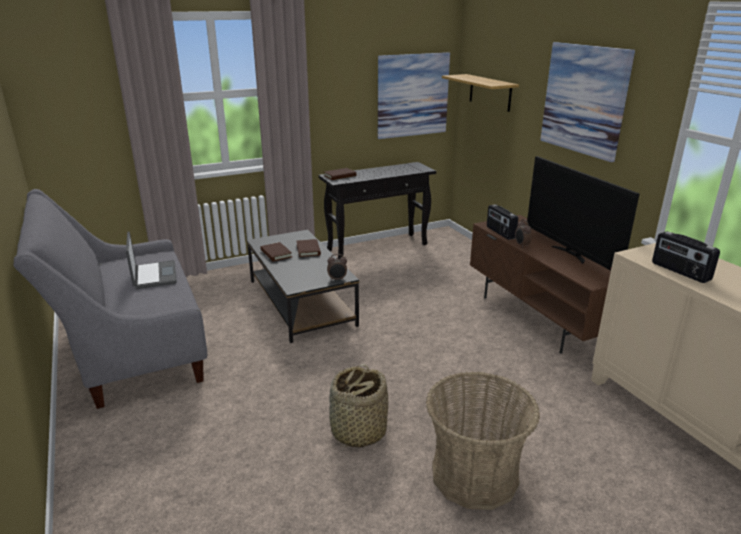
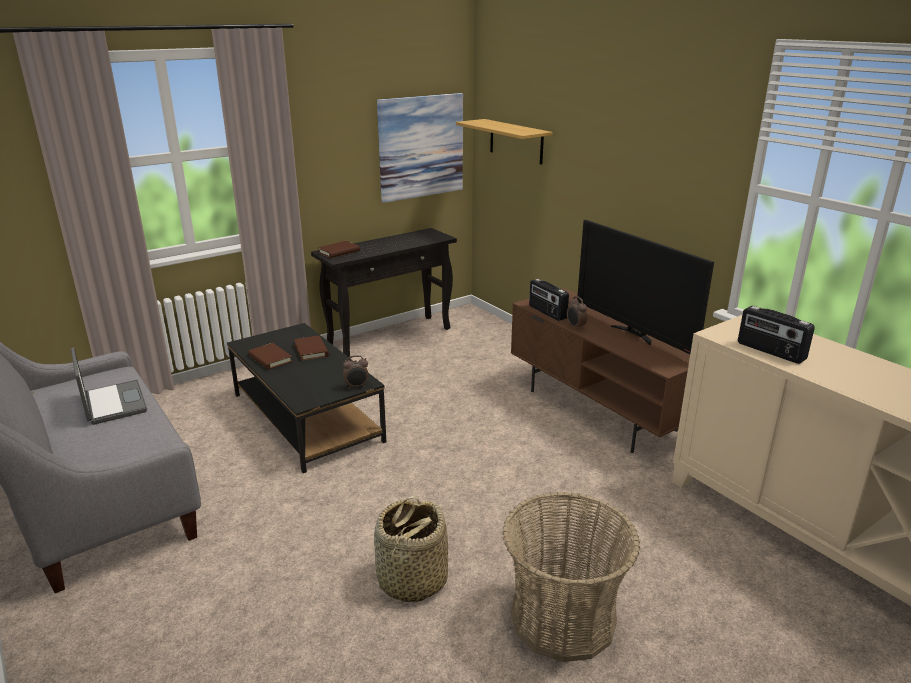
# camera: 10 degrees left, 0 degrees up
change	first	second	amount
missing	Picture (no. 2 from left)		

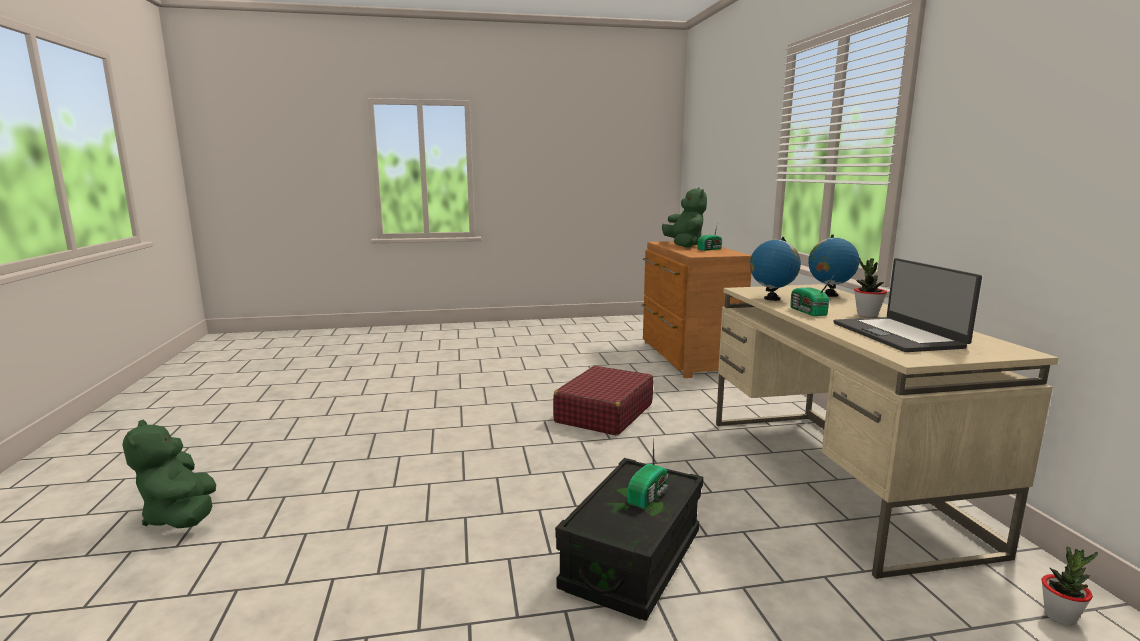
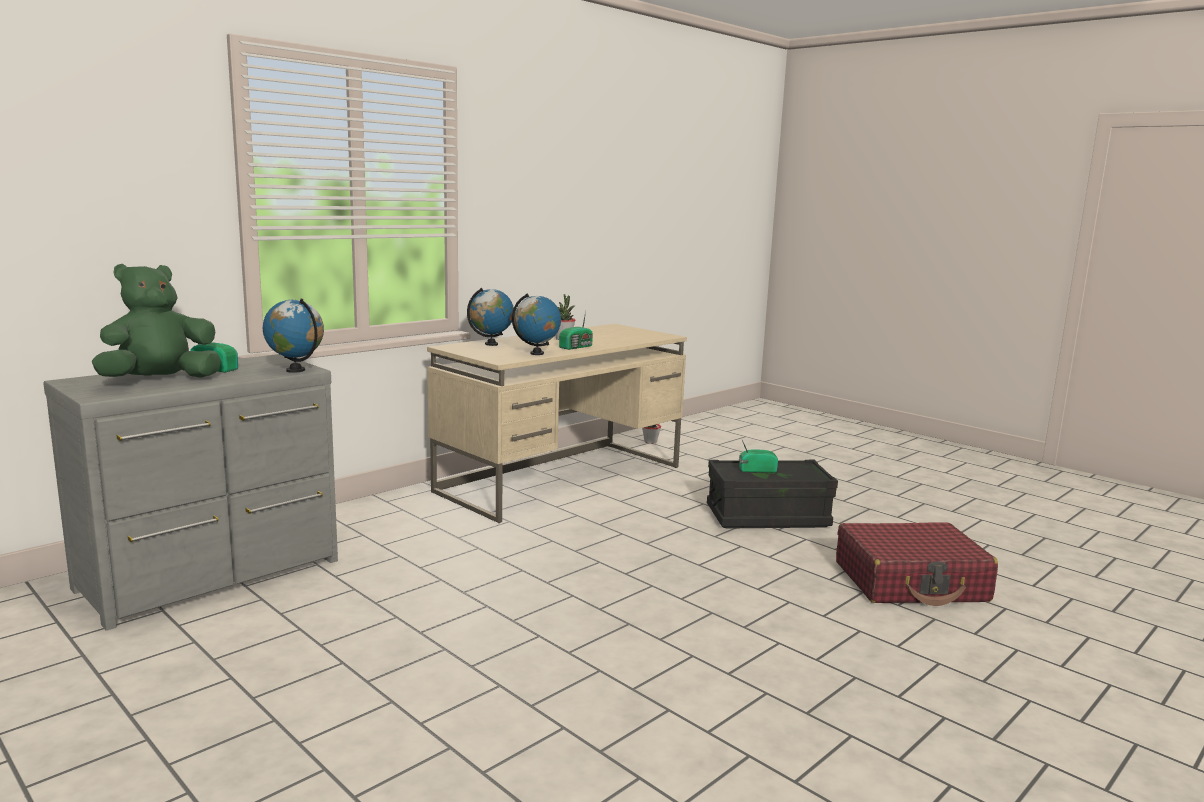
# camera: 125 degrees left, 0 degrees up
change	first	second	amount
missing	GreenPlushToy (no. 1 from left)		
missing	Laptop		
appeared		Globe (no. 1 from left)	
relocated	RedSuitcase		
colour	BrownDresser	GreyDresser	

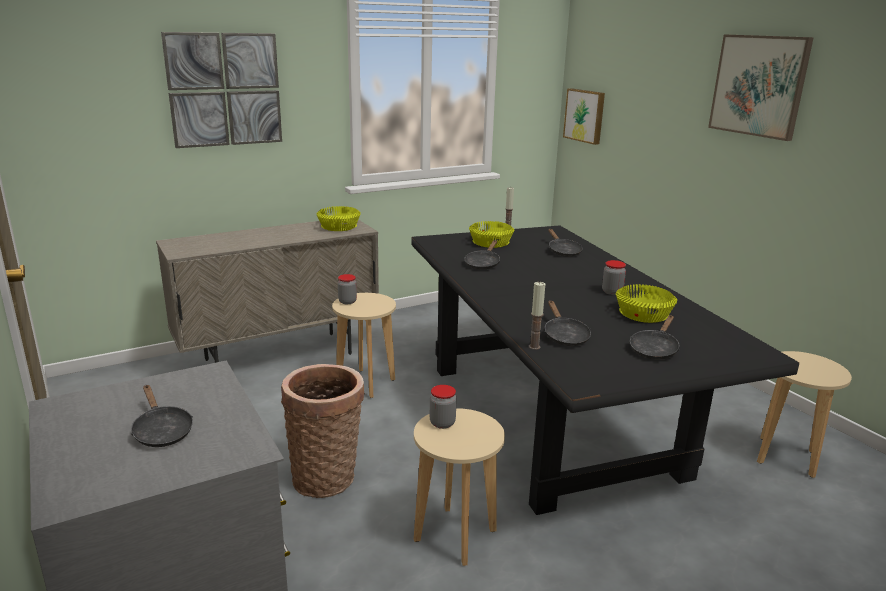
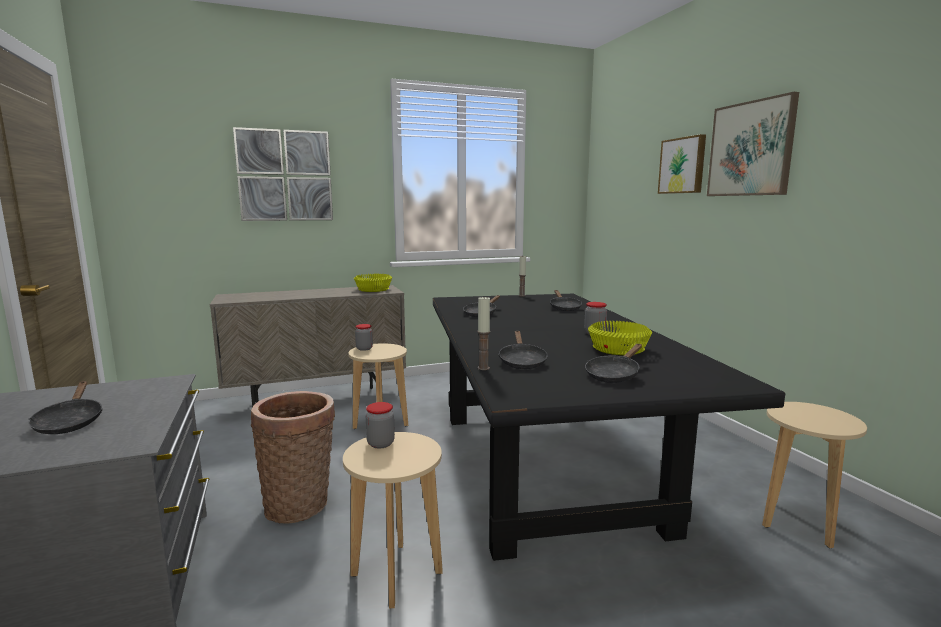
# camera: 10 degrees right, 10 degrees down
change	first	second	amount
missing	YellowBowl (no. 2 from left)		
relocated	Picture (no. 2 from left)		

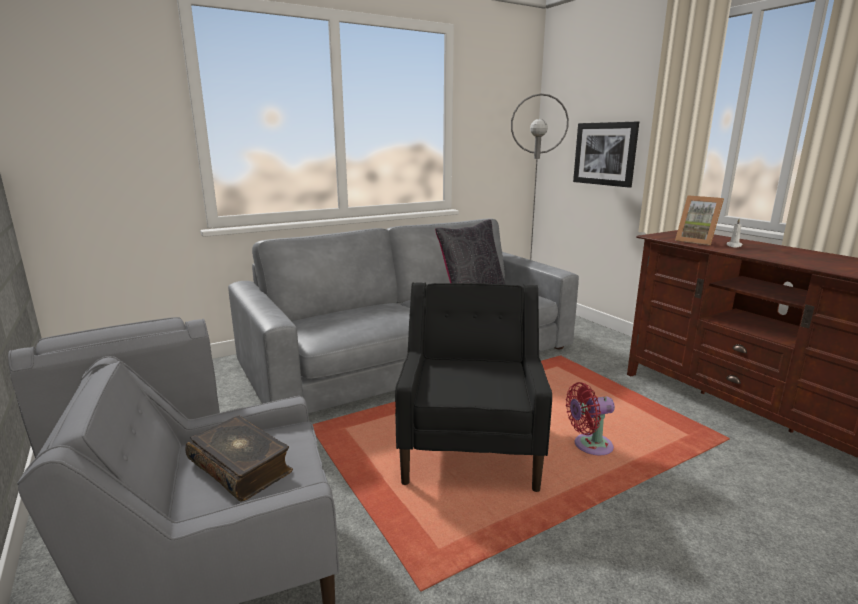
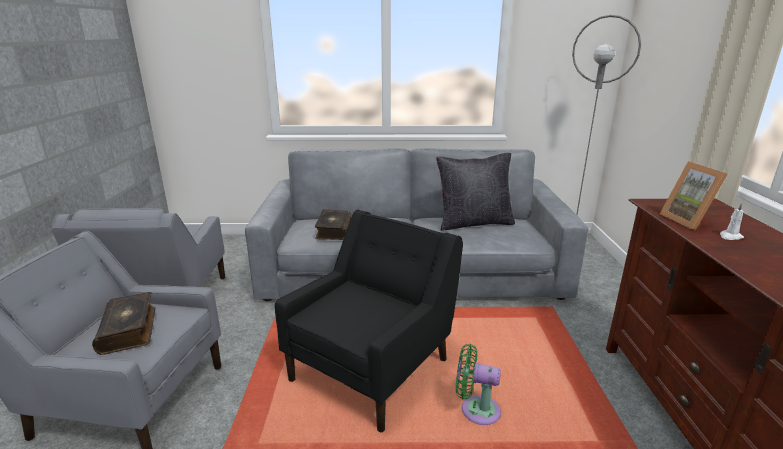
# camera: 30 degrees right, 5 degrees up
change	first	second	amount
missing	Picture		
appeared		Book (no. 2 from left)	
colour	RedFan	GreenFan	

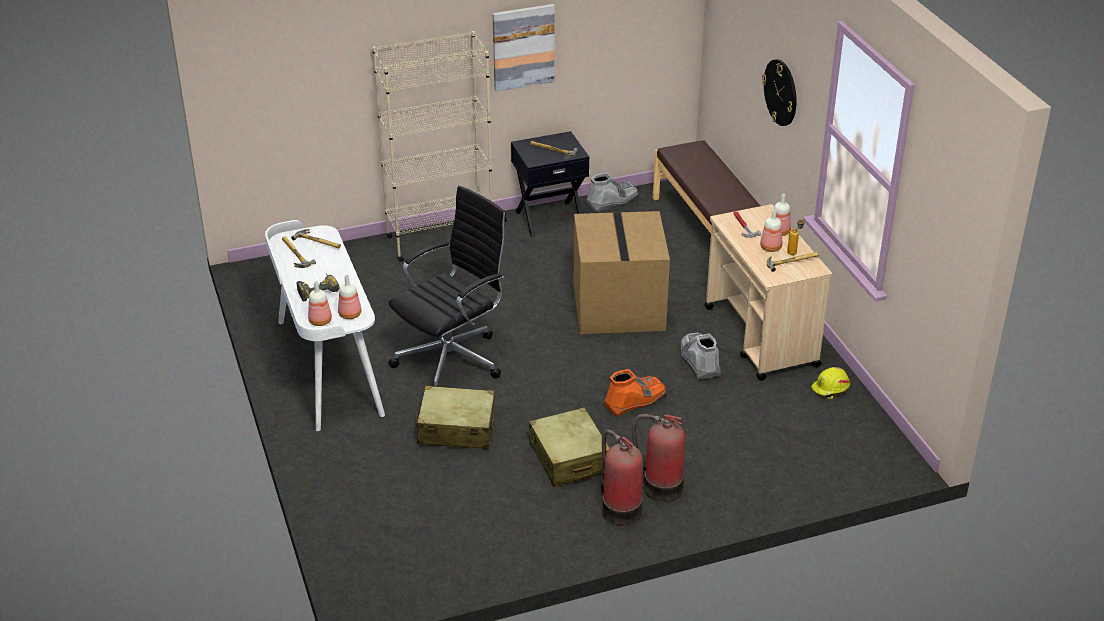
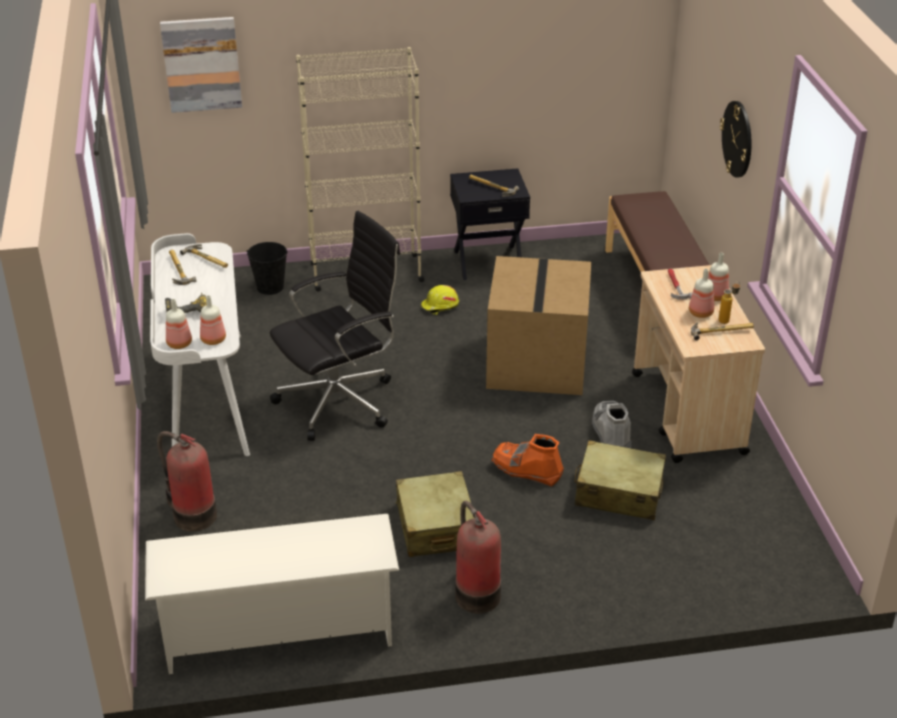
# camera: 10 degrees right, 0 degrees up
change	first	second	amount
missing	GreyBoot (no. 1 from left)		
appeared		WhiteShoeRack	
appeared		BlackBucket	
relocated	BeigeSuitcase (no. 1 from left in the first image)	BeigeSuitcase (no. 2 from left)	
relocated	Picture		
relocated	FireExtinguisher (no. 2 from left in the first image)	FireExtinguisher (no. 1 from left)	
relocated	YellowHardHat		
spun	OrangeBoot		135 degrees counterclockwise

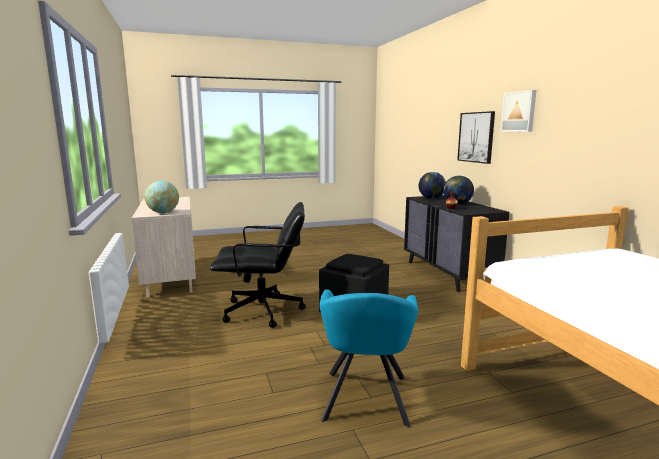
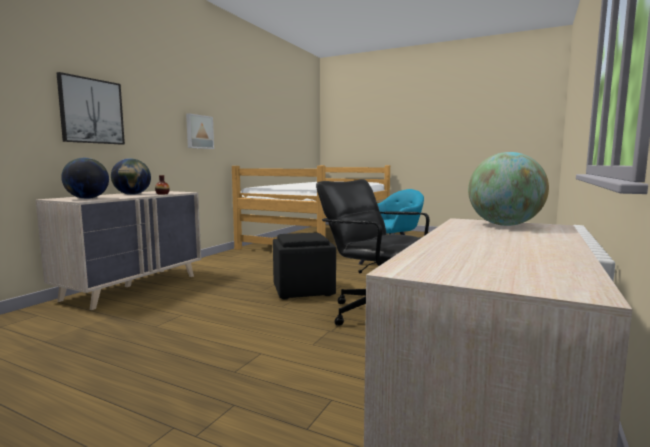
# camera: 135 degrees left, 5 degrees down
change	first	second	amount
relocated	Picture (no. 2 from left)		
colour	BlackDresser	BeigeDresser (no. 1 from left)	

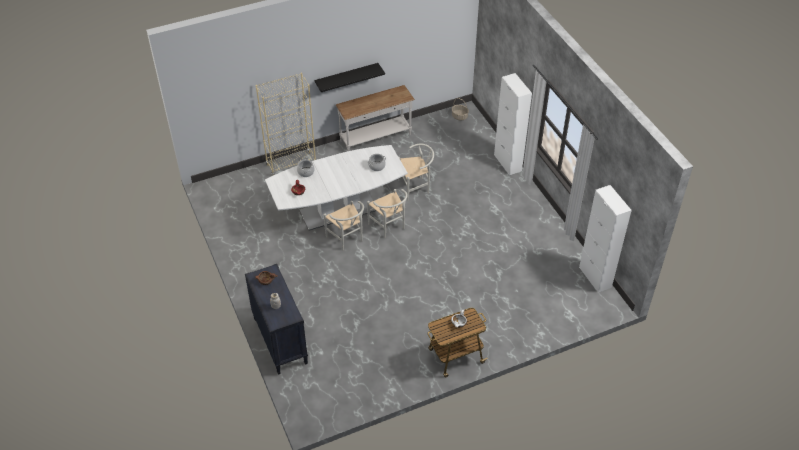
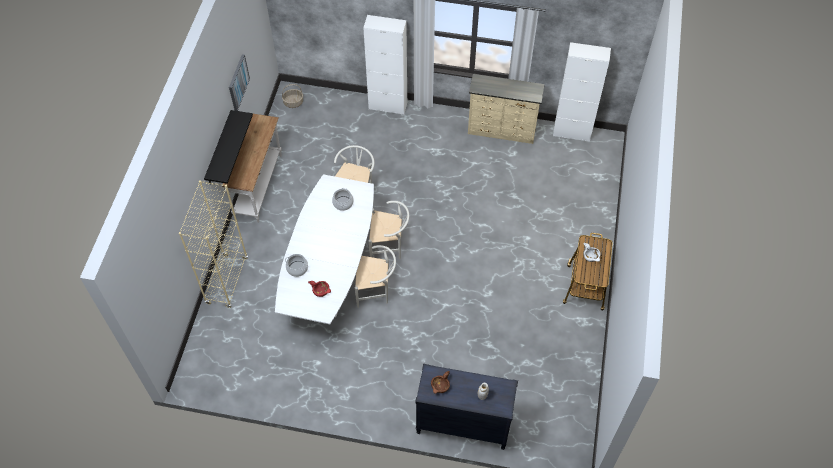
# camera: 55 degrees left, 10 degrees up
change	first	second	amount
appeared		Picture	
appeared		BeigeDresser	

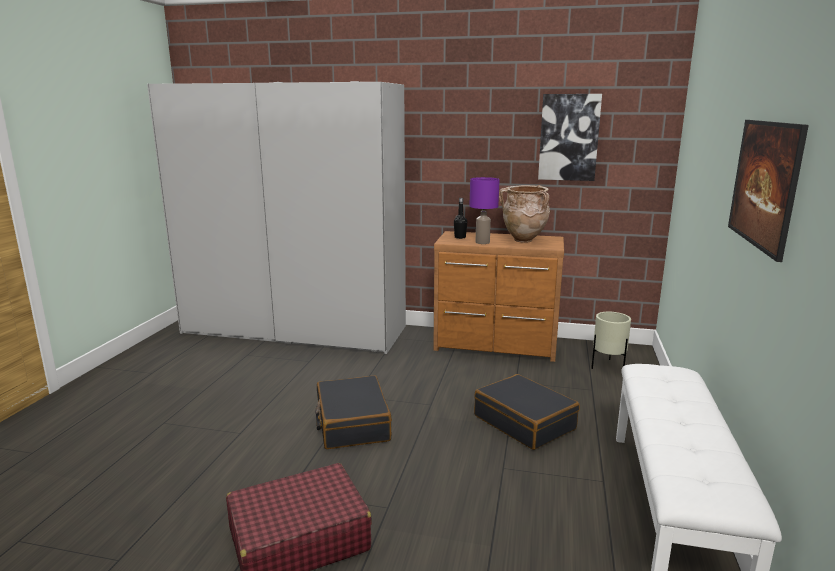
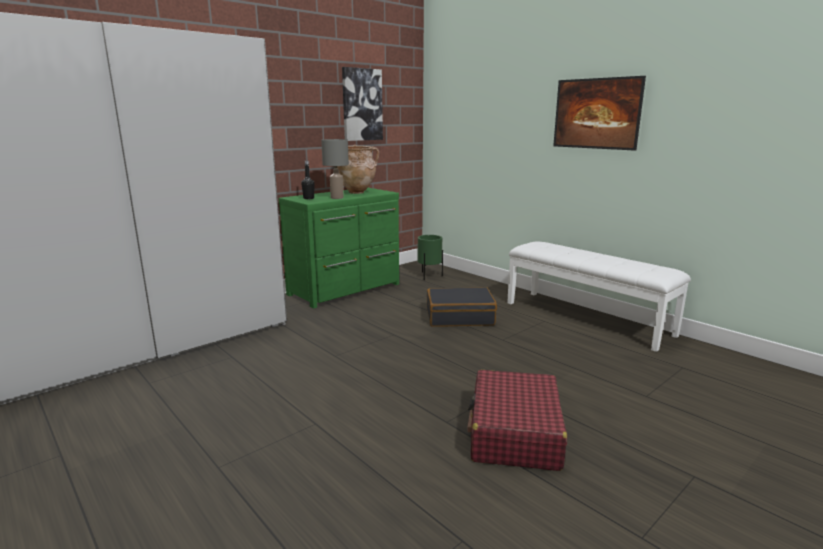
# camera: 55 degrees left, 0 degrees up
change	first	second	amount
missing	BlackSuitcase (no. 1 from left)		
colour	BrownDresser	GreenDresser	
colour	PurpleTableLamp	GreyTableLamp	
colour	BeigePlanter	GreenPlanter	

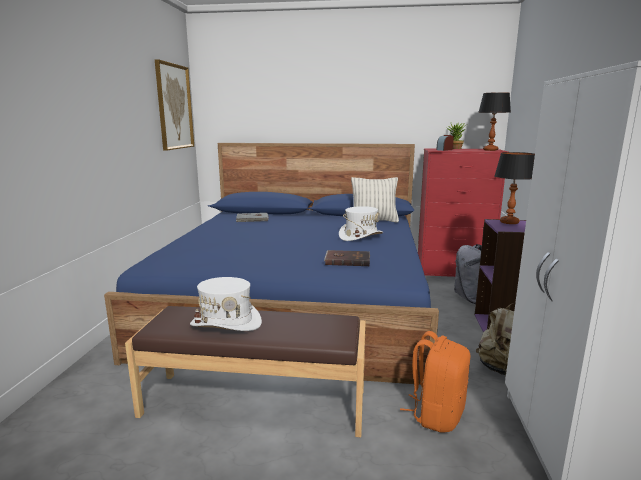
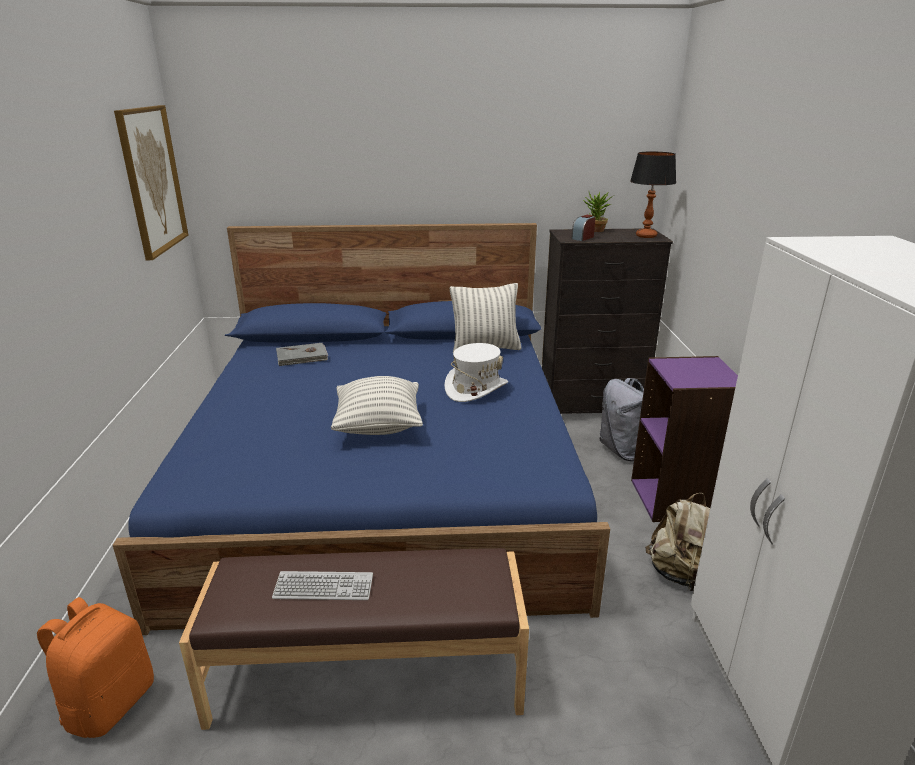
# camera: 10 degrees left, 10 degrees up
change	first	second	amount
missing	BrownBook		
missing	TableLamp (no. 2 from left)		
appeared		Pillow (no. 1 from left)	
relocated	OrangeBackpack		
exchanged	WhiteHat (no. 1 from left)	Keyboard	
colour	RedDresser	BlackDresser	

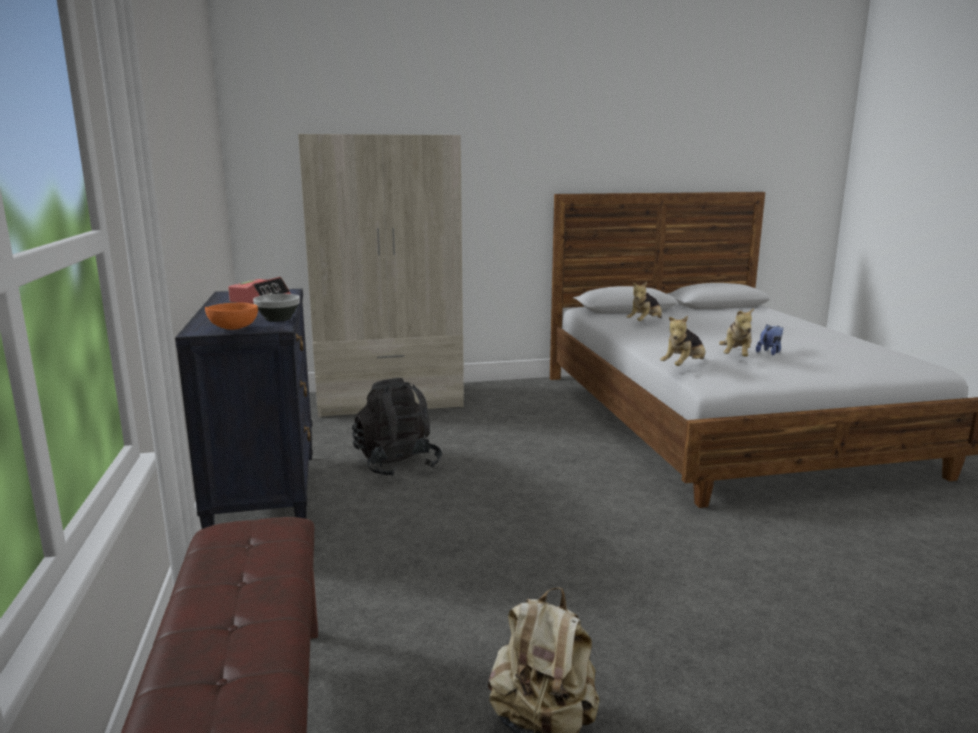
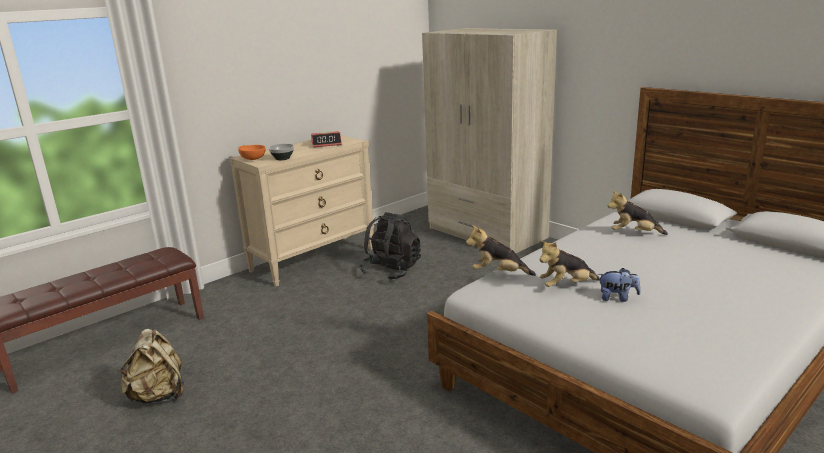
# camera: 60 degrees right, 5 degrees up
change	first	second	amount
colour	BlackDresser	BeigeDresser	

